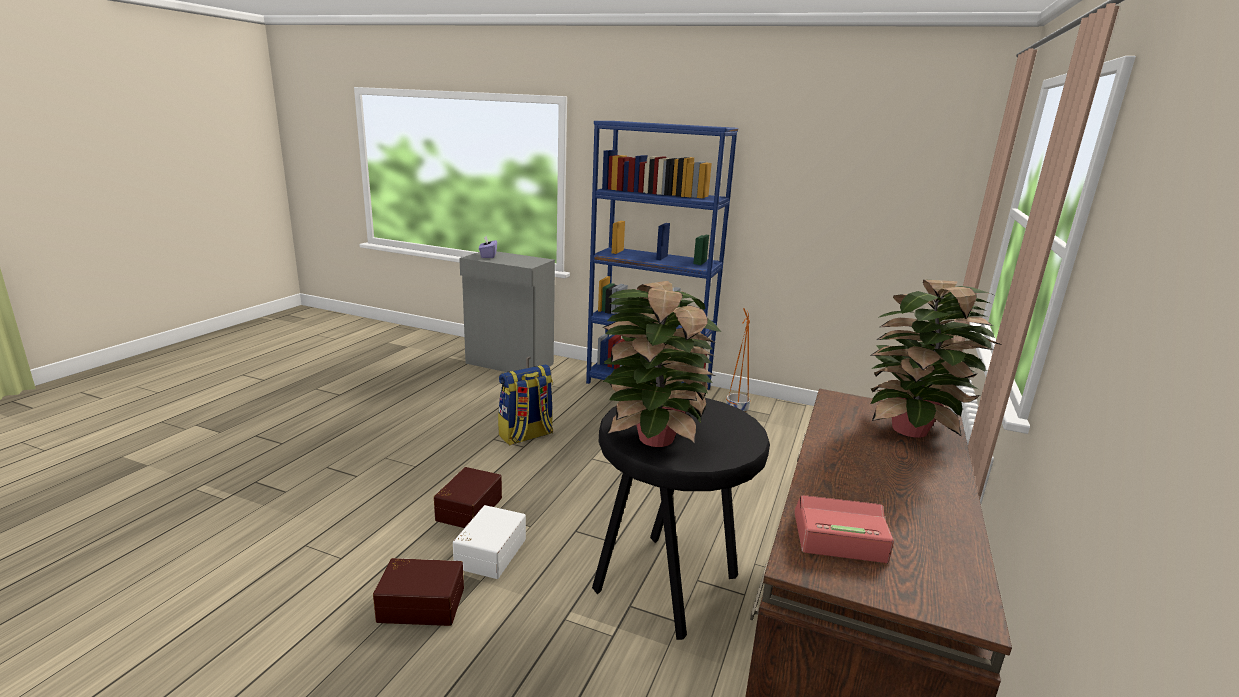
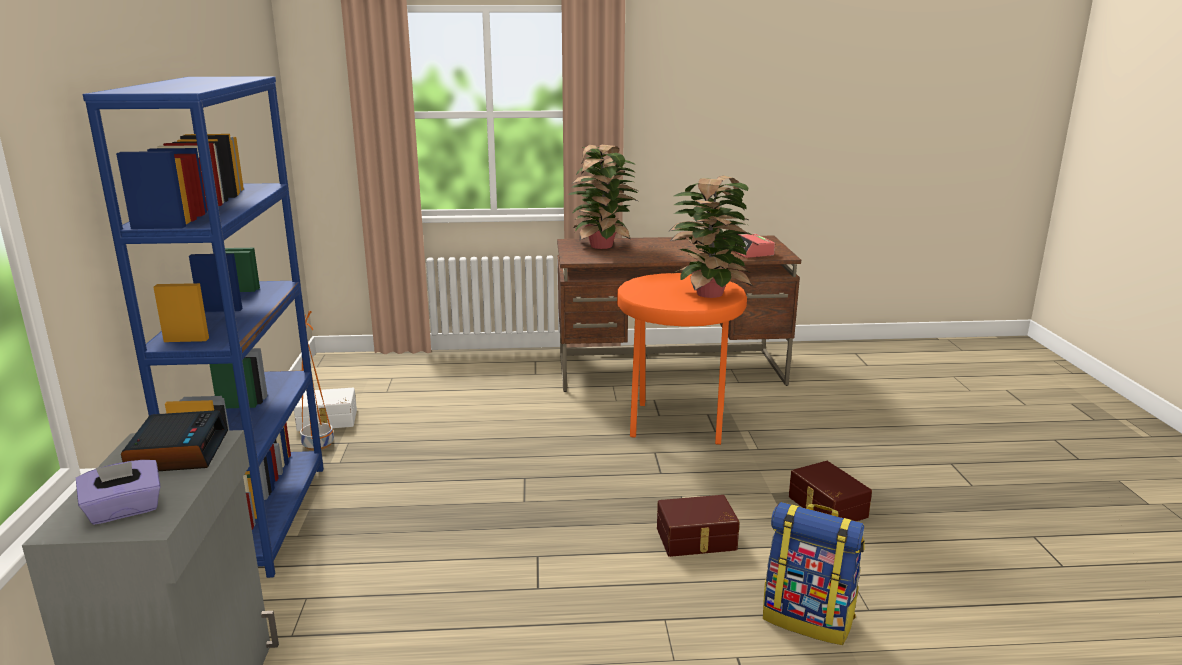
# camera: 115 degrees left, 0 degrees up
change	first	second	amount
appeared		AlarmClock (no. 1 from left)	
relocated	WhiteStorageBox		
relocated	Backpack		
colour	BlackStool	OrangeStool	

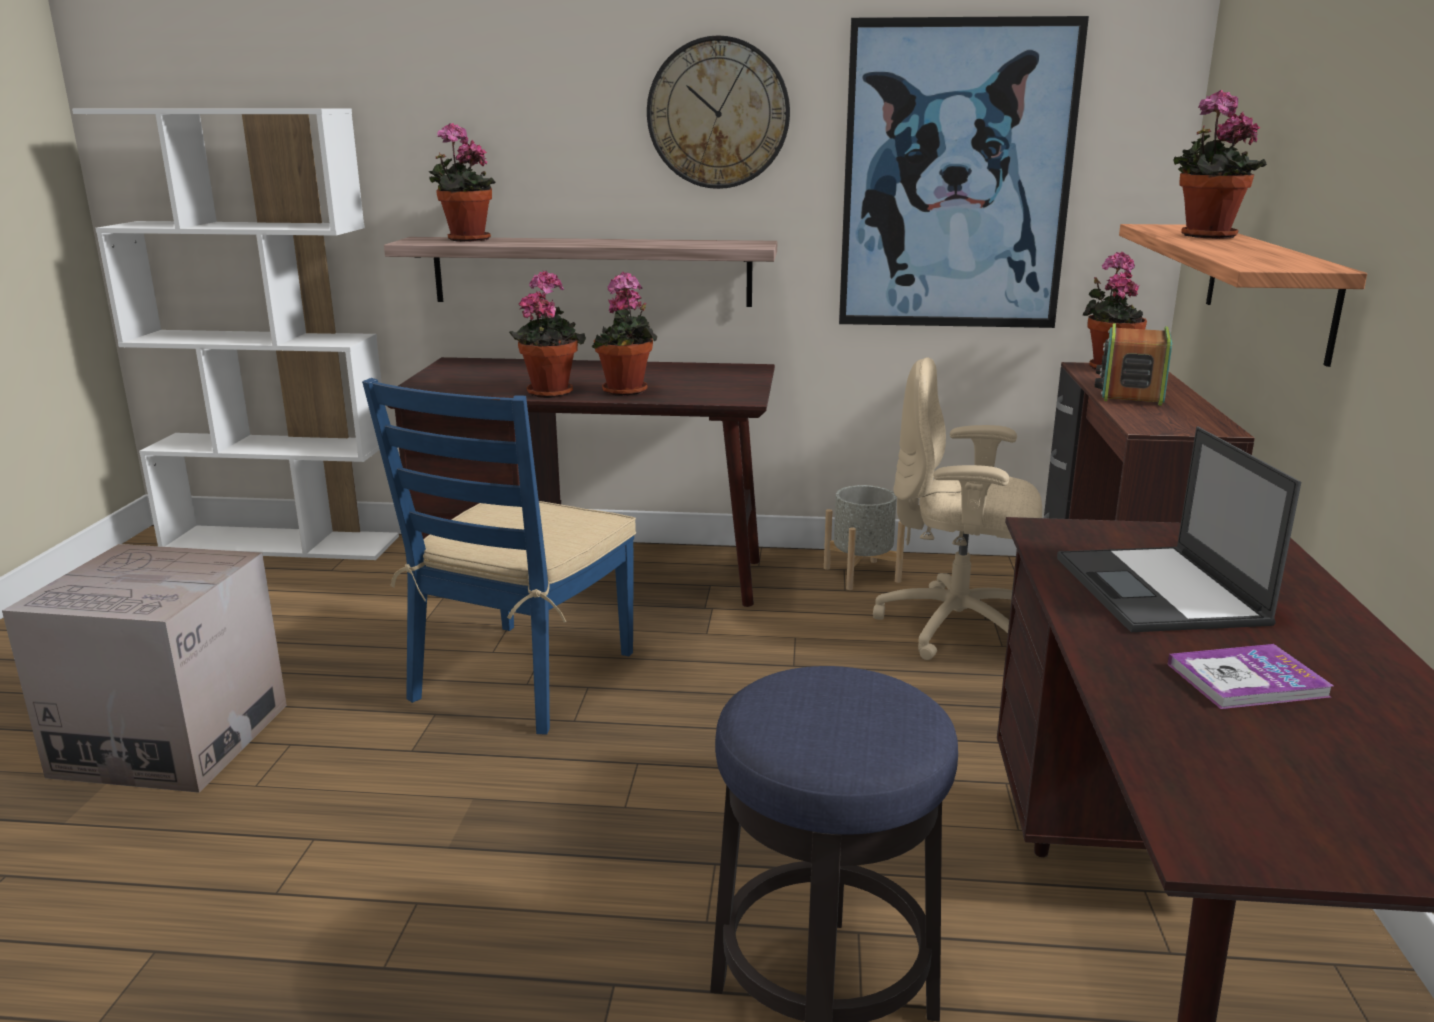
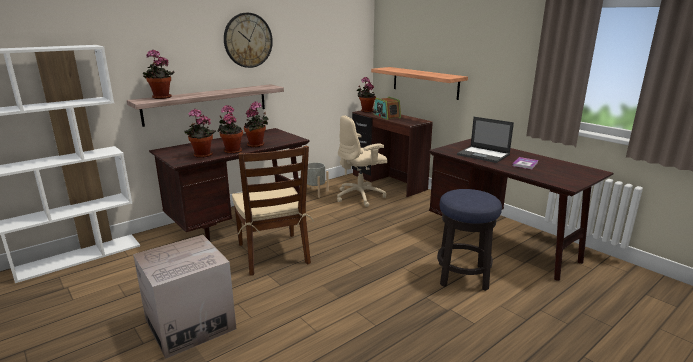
# camera: 45 degrees left, 0 degrees up
change	first	second	amount
missing	Picture		
relocated	PottedPlant (no. 5 from left in the first image)	PottedPlant (no. 2 from left)	
colour	BlueChair	BrownChair	

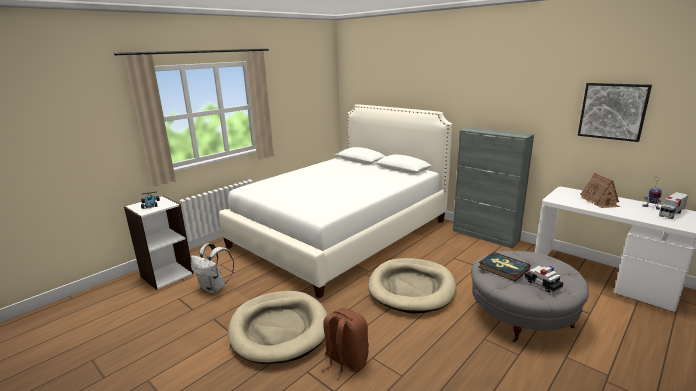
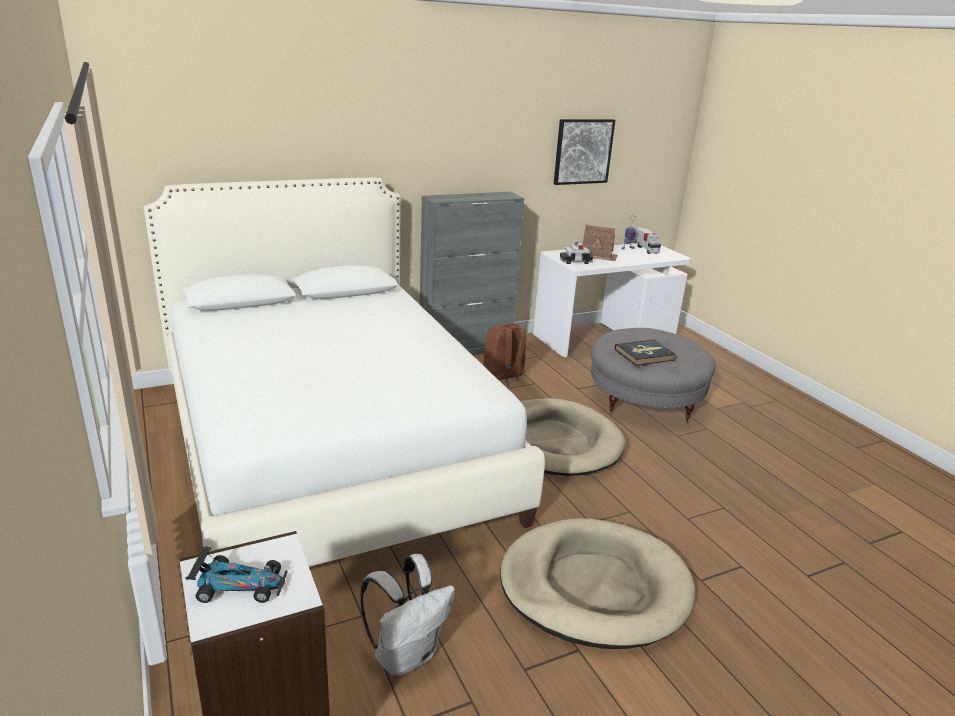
# camera: 70 degrees left, 5 degrees up
change	first	second	amount
relocated	BrownBackpack		
relocated	ToyCar (no. 2 from left)		

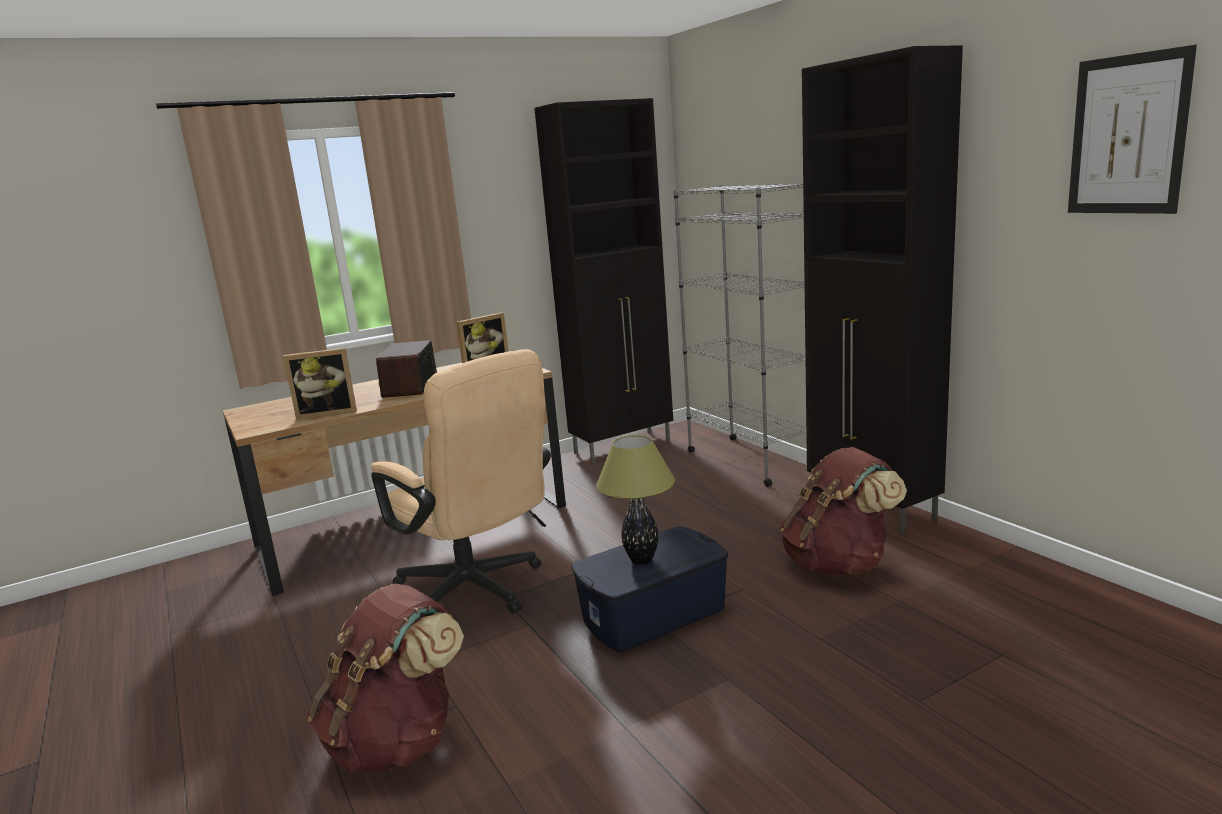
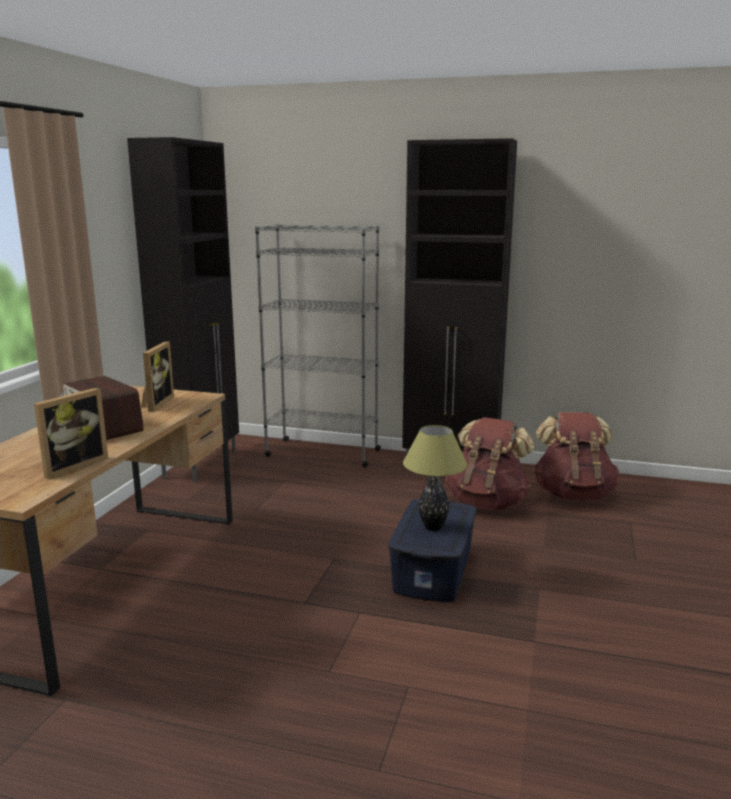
# camera: 45 degrees left, 0 degrees up
change	first	second	amount
missing	BeigeOfficeChair		
missing	Picture		
relocated	BrownBackpack (no. 1 from left in the first image)	BrownBackpack (no. 2 from left)	

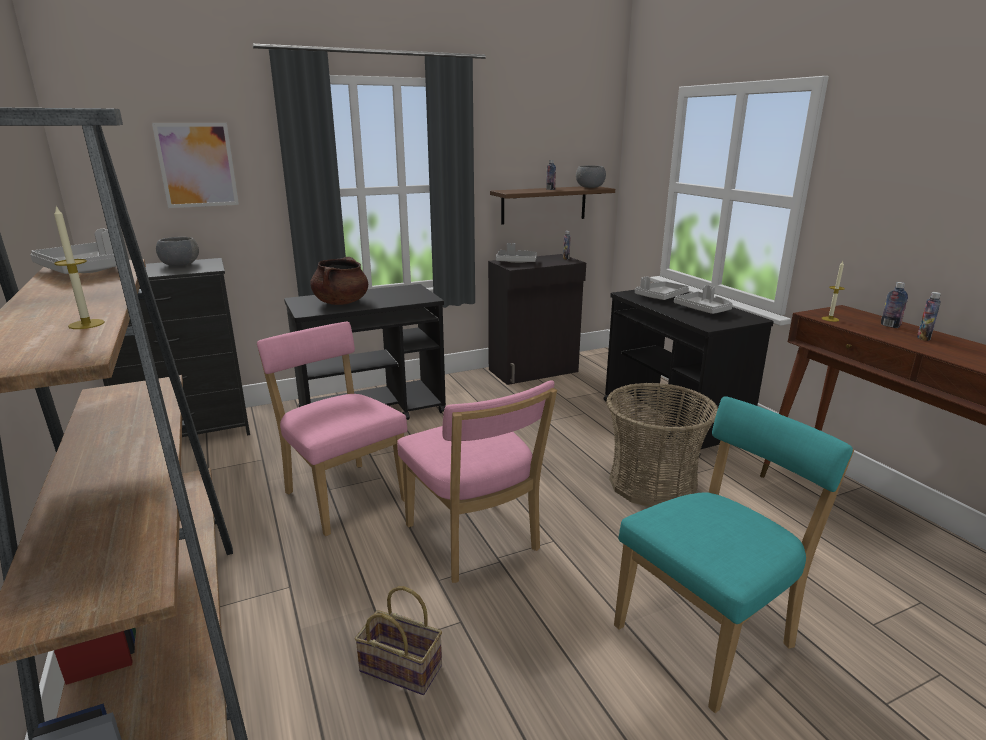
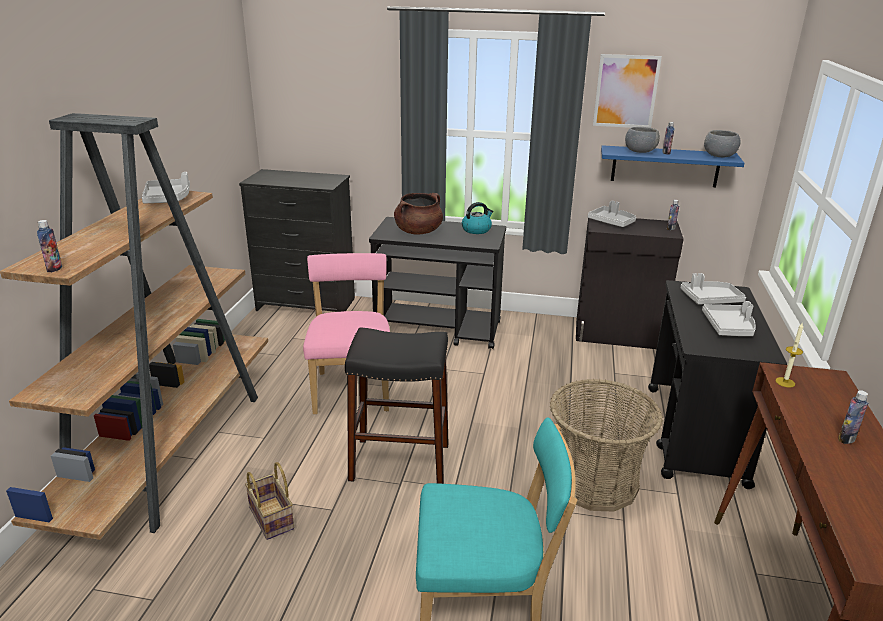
# camera: 35 degrees right, 5 degrees up
change	first	second	amount
missing	Candle (no. 1 from left)		
appeared		Kettle	
relocated	Picture		
relocated	GreyBowl (no. 1 from left)		
relocated	Bottle (no. 3 from left in the first image)	Bottle (no. 1 from left)	
exchanged	PinkChair (no. 2 from left)	BlackStool	
colour	BrownShelf	BlueShelf	

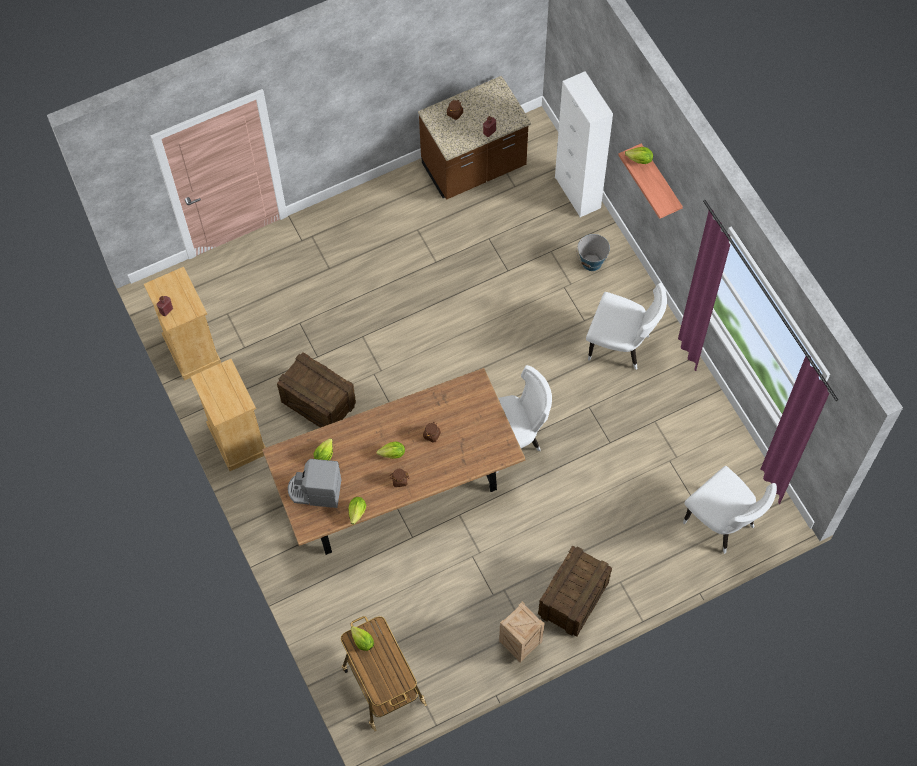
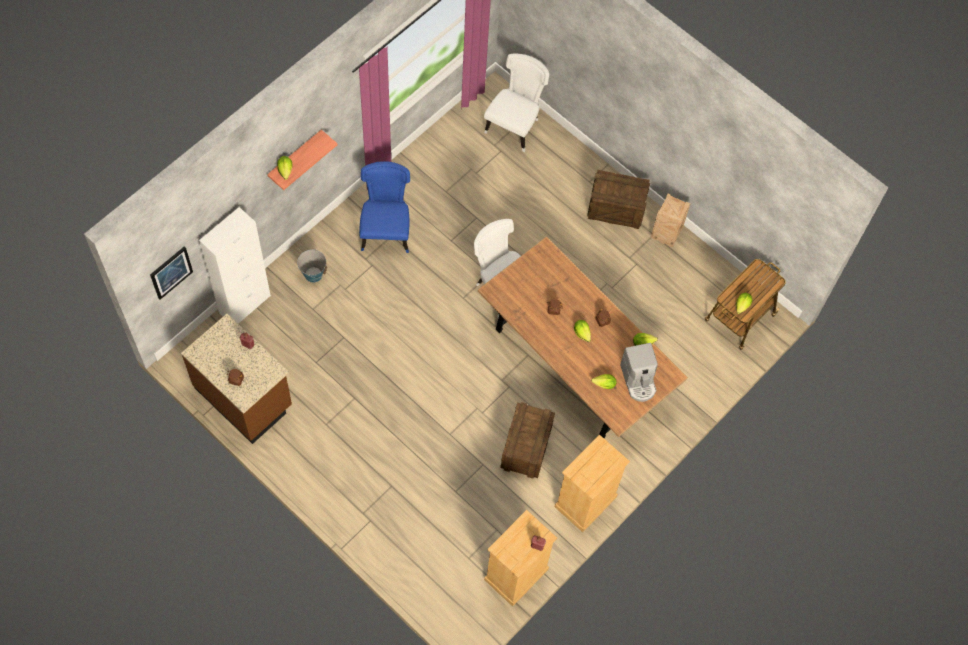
# camera: 115 degrees left, 0 degrees up
change	first	second	amount
appeared		Picture	
colour	WhiteChair (no. 2 from left)	BlueChair	

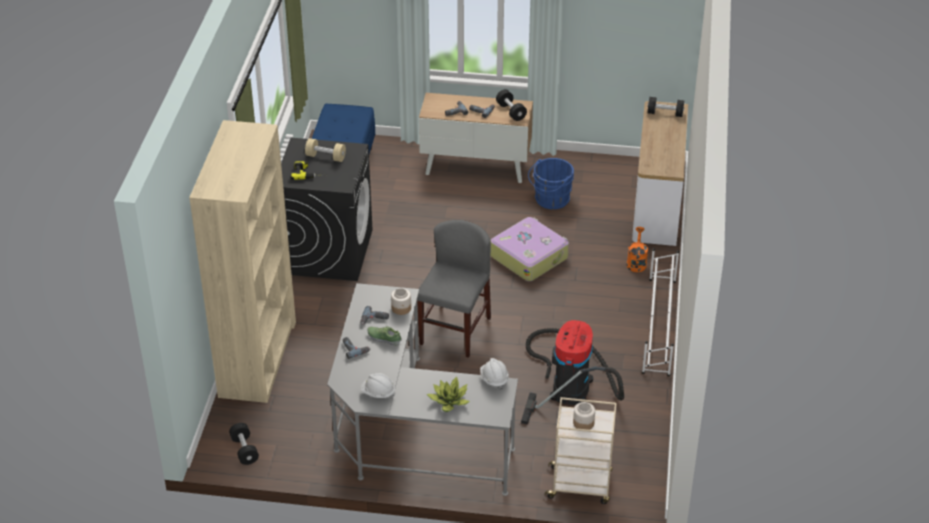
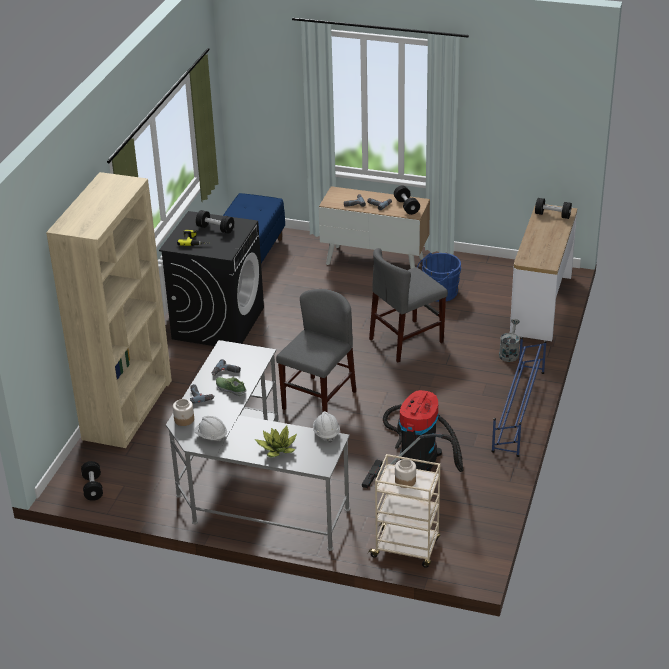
# camera: 10 degrees right, 5 degrees down
change	first	second	amount
relocated	Jar (no. 1 from left)		
exchanged	Suitcase	GreyChair (no. 2 from left)	
colour	BeigeDumbbell	BlackDumbbell (no. 2 from left)	
colour	OrangeWateringCan	GreyWateringCan	
colour	WhiteShoeRack	BlueShoeRack	

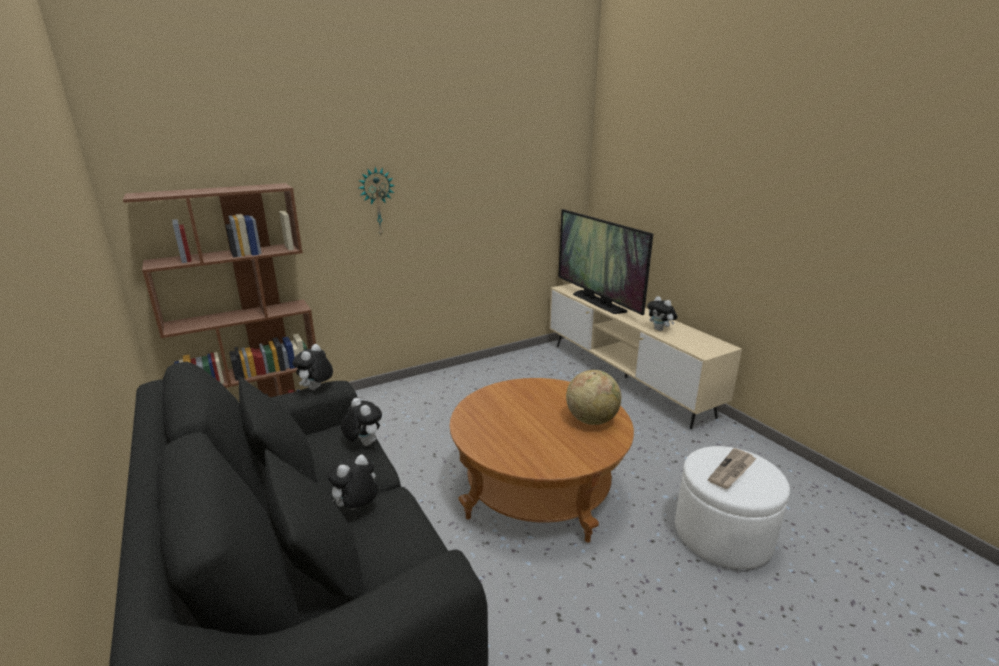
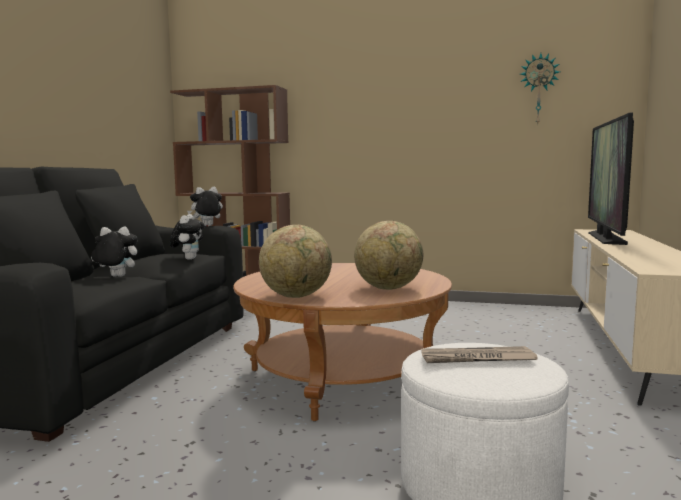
# camera: 45 degrees right, 15 degrees down
change	first	second	amount
missing	PlushToy (no. 4 from left)		
appeared		Globe (no. 1 from left)	
relocated	WallClock		

